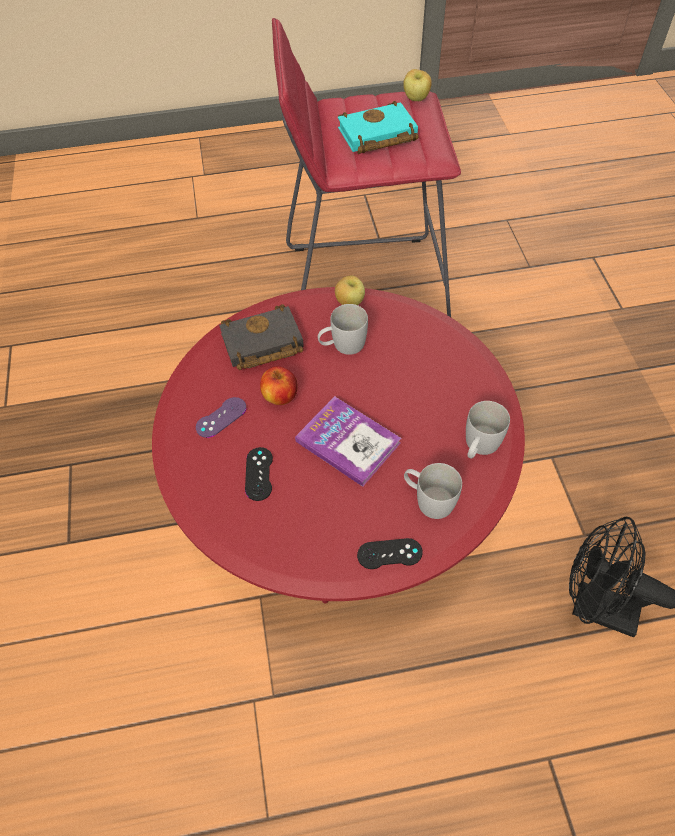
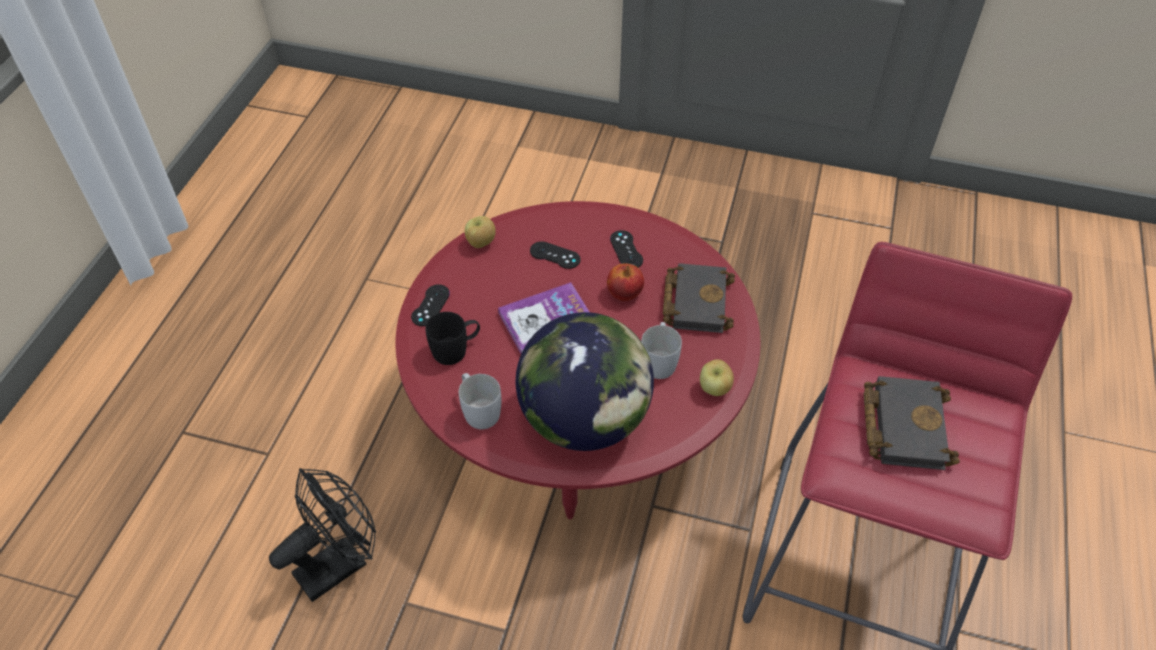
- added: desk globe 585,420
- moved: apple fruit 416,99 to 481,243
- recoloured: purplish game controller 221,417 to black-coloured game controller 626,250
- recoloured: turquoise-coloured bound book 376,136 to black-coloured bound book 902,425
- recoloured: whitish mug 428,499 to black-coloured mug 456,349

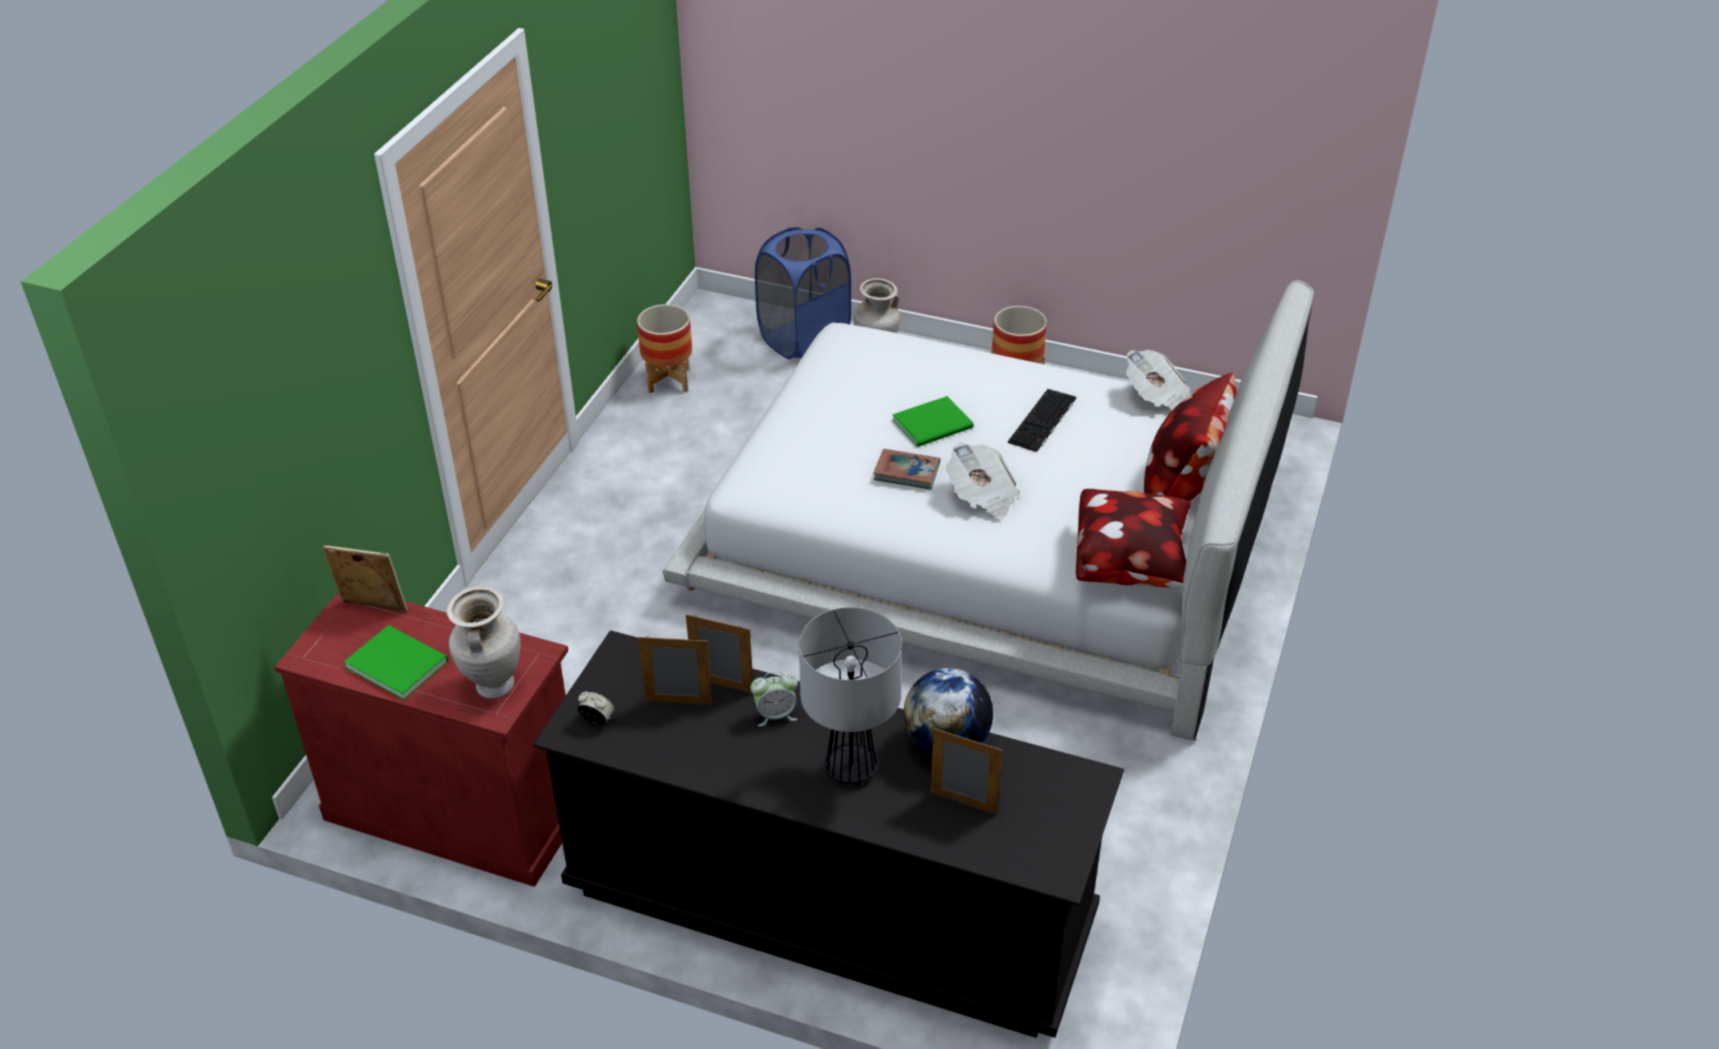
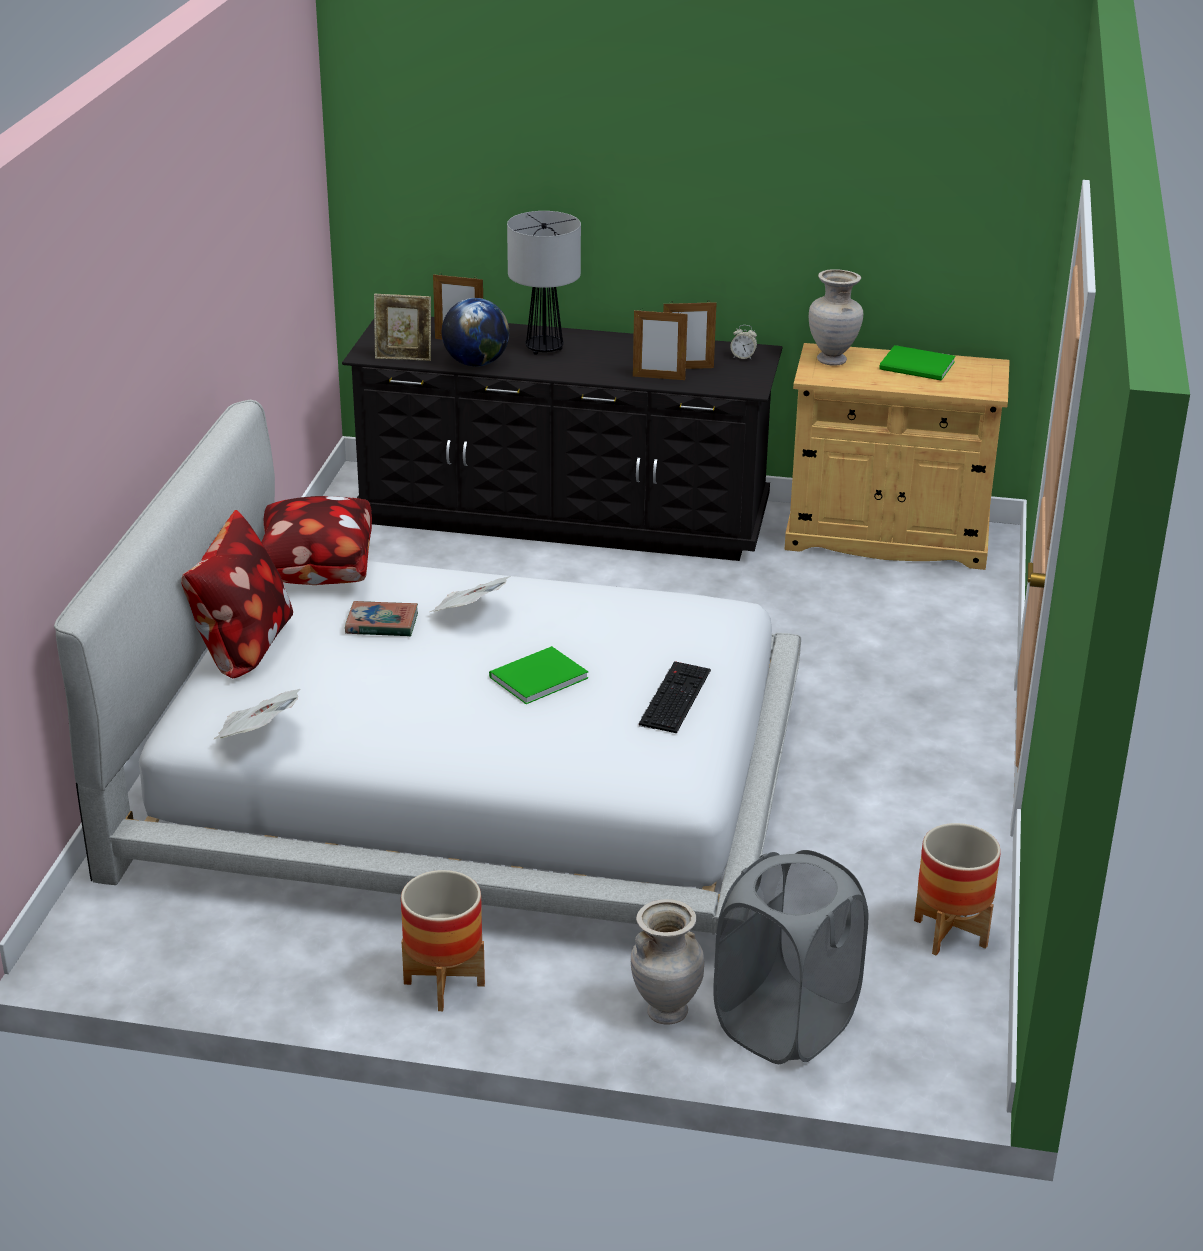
- removed: alarm clock 775,715
- moved: picture frame 373,608 to 404,358
- moved: bound book 907,472 to 382,624
- moved: computer keyboard 1043,421 to 674,696
- recoloured: reddish storage cabinet 456,810 to beige storage cabinet 887,538
- recoloured: bluish hamper 804,339 to greyish hamper 785,1024

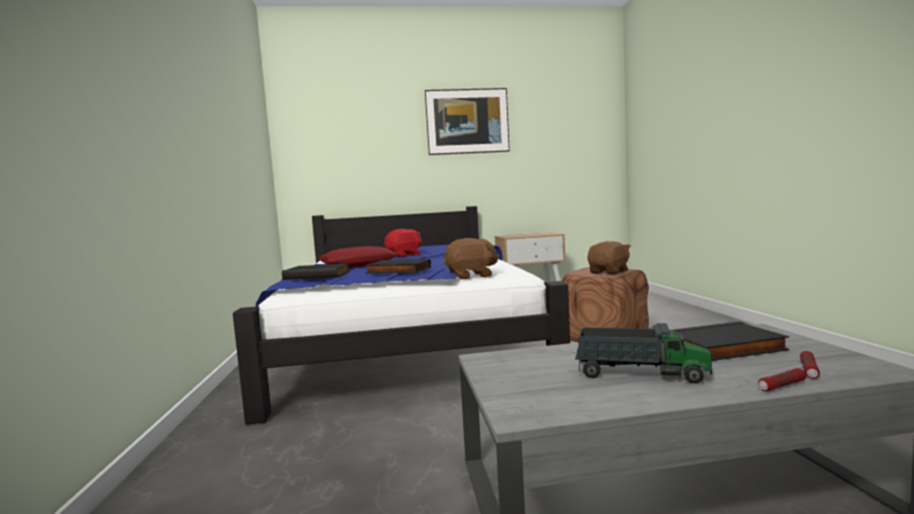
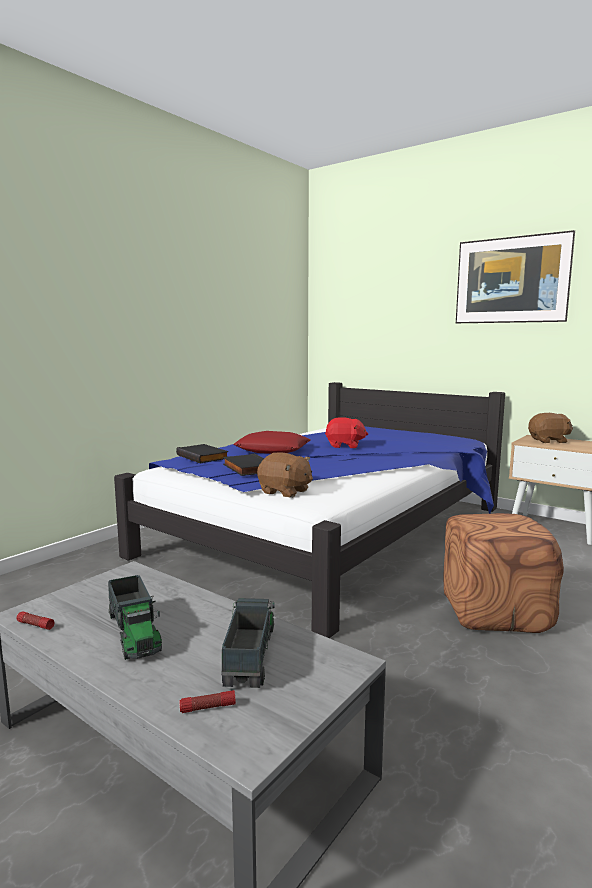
- moved: brownish soft toy 609,272 to 549,441
- moved: hand torch 781,386 to 35,625
- replaced: black-coloured bound book 725,348 to toy lorry 250,655

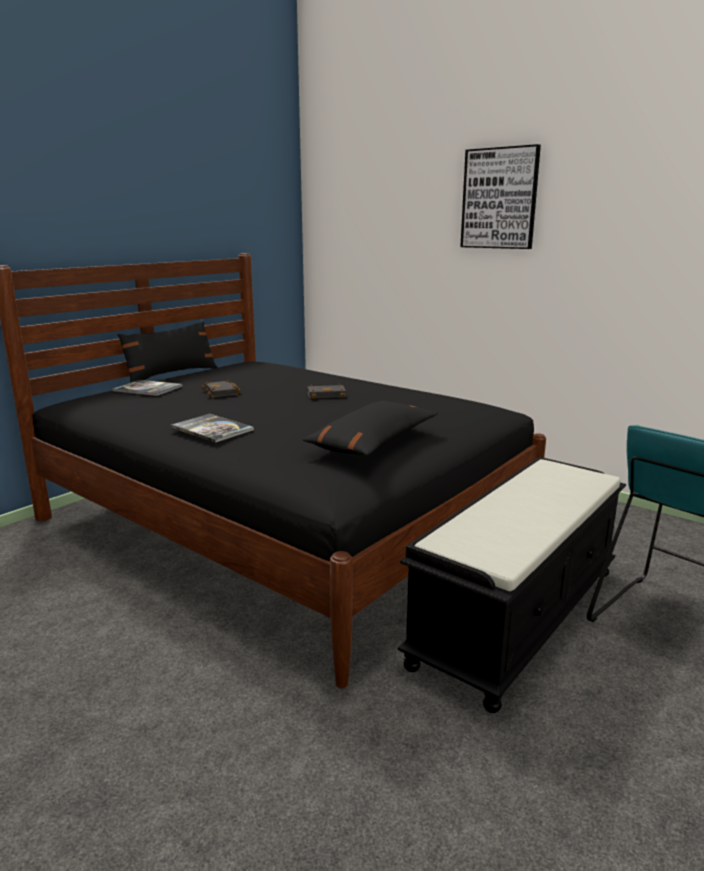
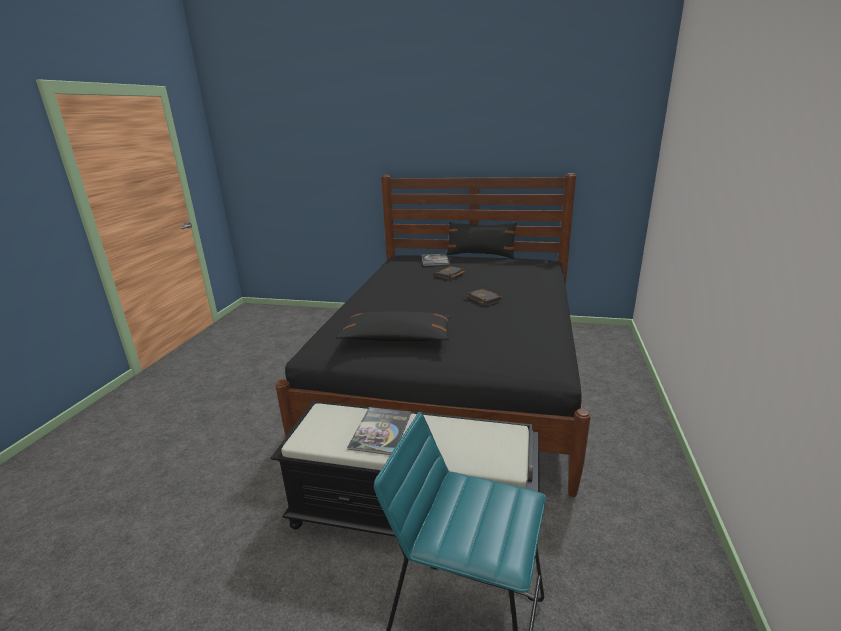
- removed: wall picture 499,198
- moved: bound book 212,429 to 380,431

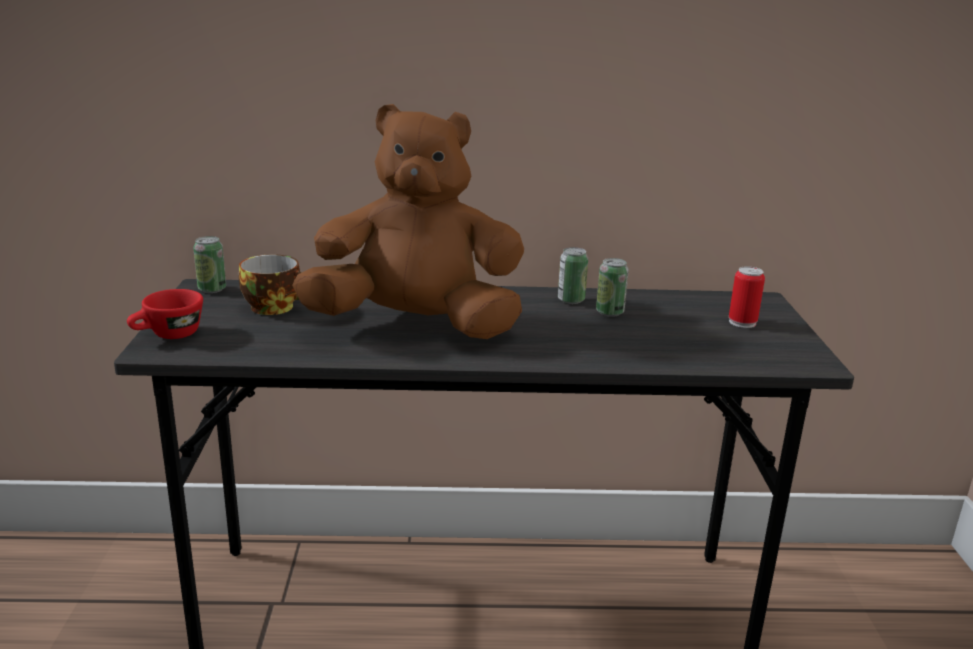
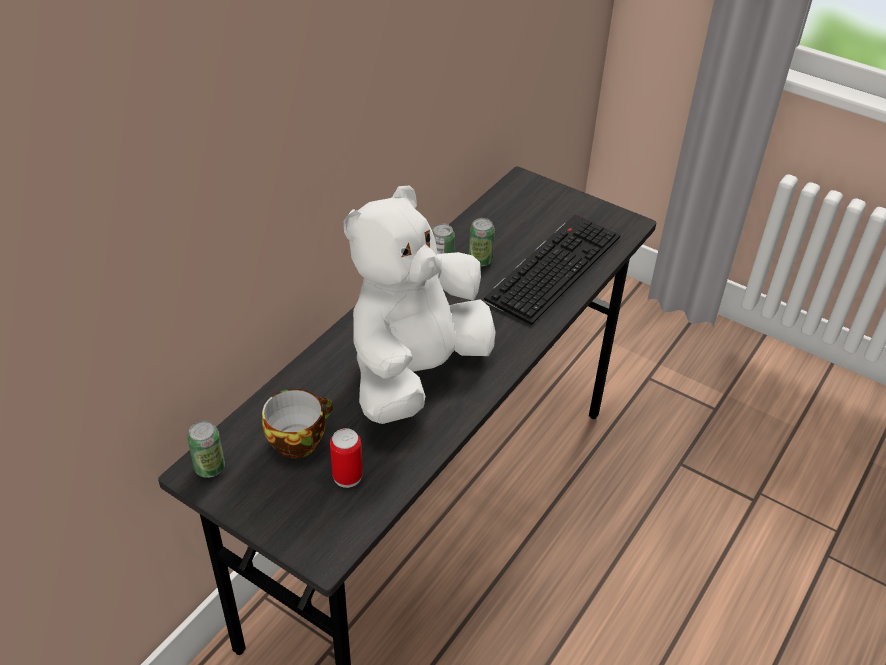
- removed: reddish small cup 168,335
- added: computer keyboard 553,266
- moved: sealed can 742,322 to 347,476
- recoloured: brownish soft toy 416,326 to whitish soft toy 416,371

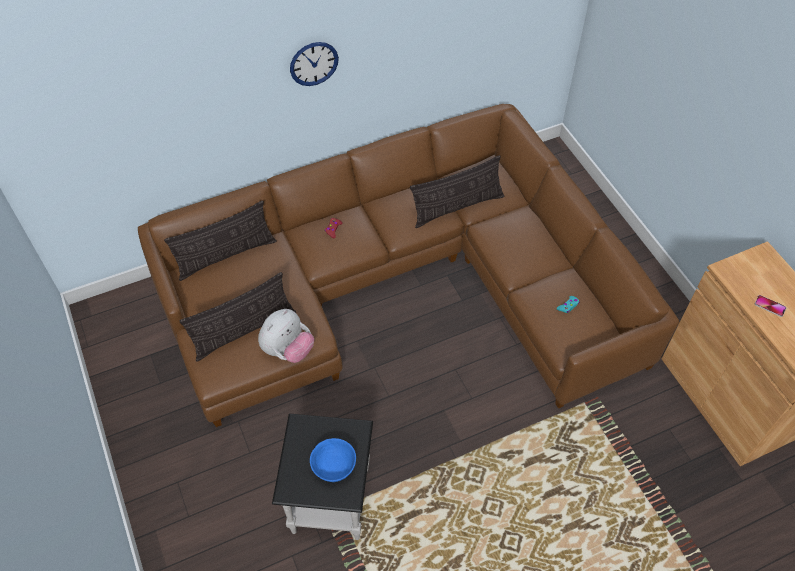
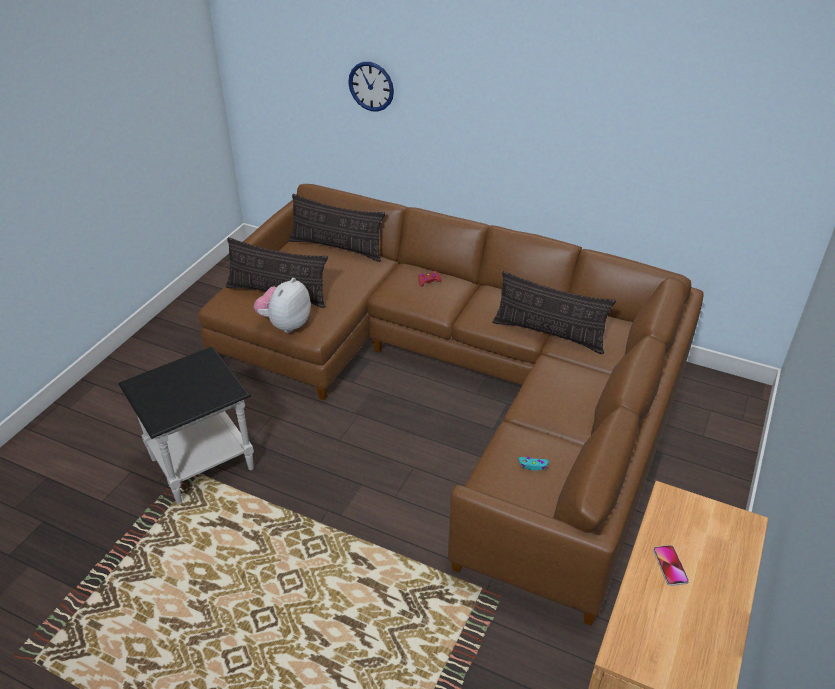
- removed: bluish serving bowl 334,467
- moved: hanging clock 314,63 to 371,86
- turned: soft toy 288,350 = 285,324 120 degrees clockwise

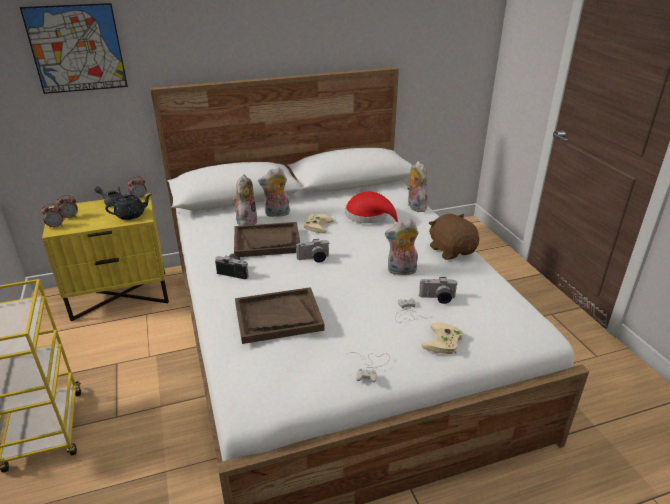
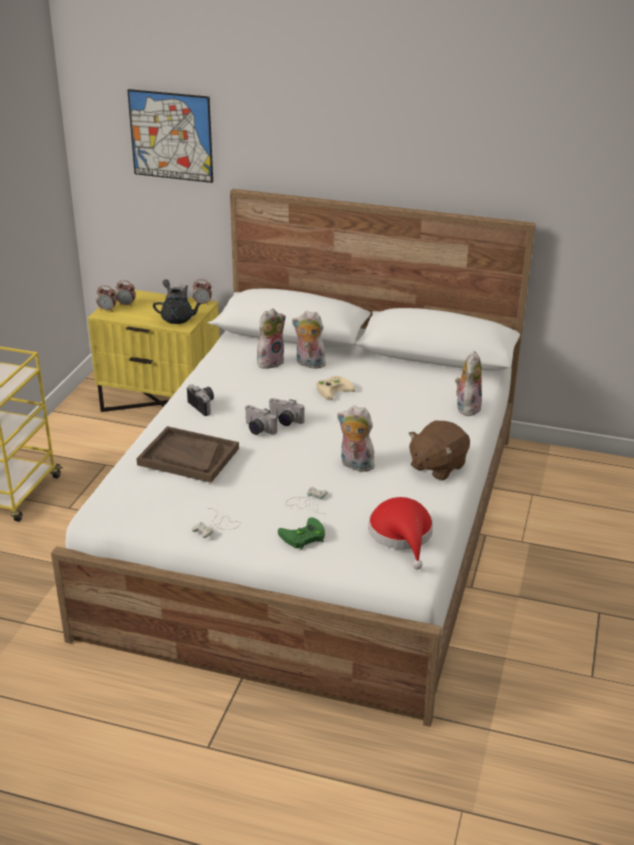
- removed: brownish serving tray 267,241
- moved: reddish hat 369,216 to 402,535
- moved: still camera 437,299 to 257,430
- recoloured: beige game controller 443,342 to green game controller 302,537
- turned: brownish soft toy 451,250 = 437,466 150 degrees counterclockwise

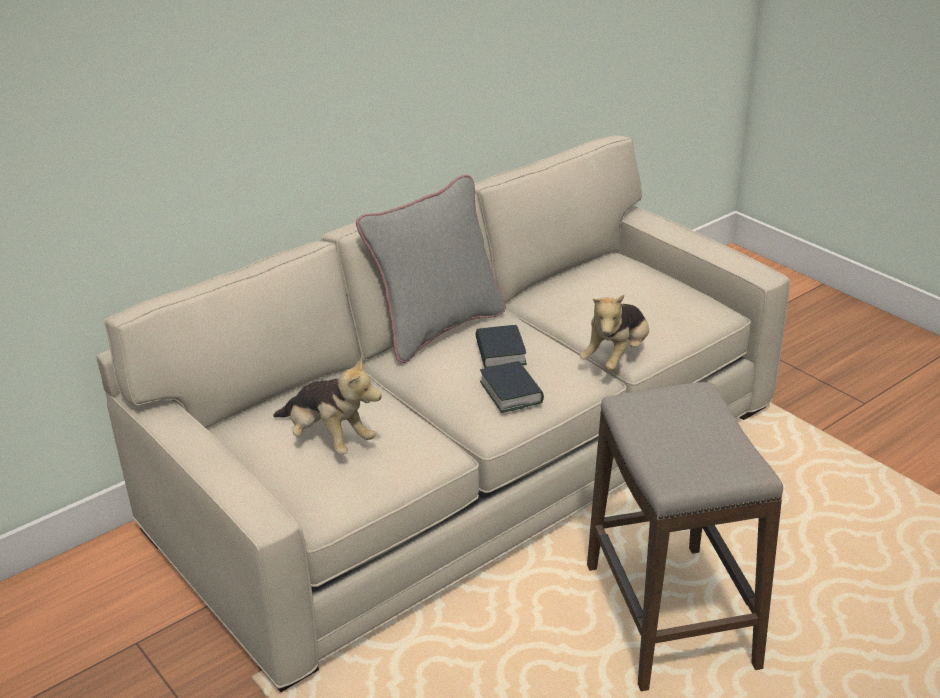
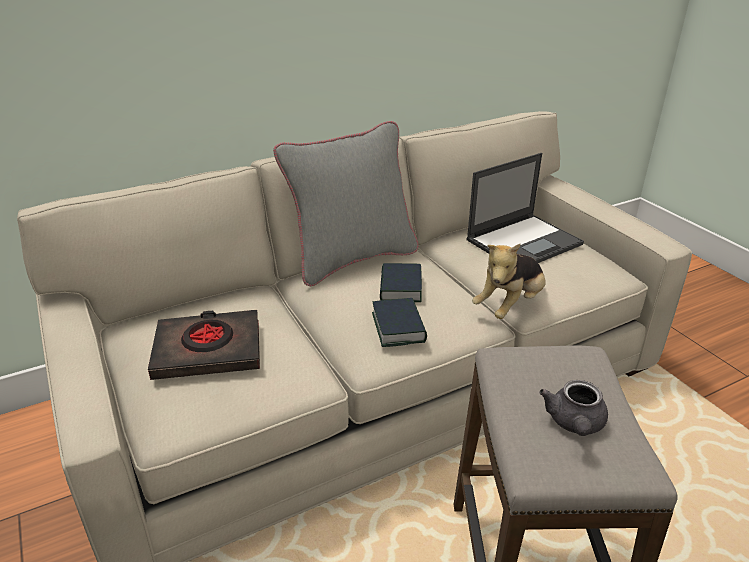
- added: notebook computer 524,241
- added: greyish teapot 574,424
- replaced: soft toy 328,439 to black-coloured bound book 208,351

